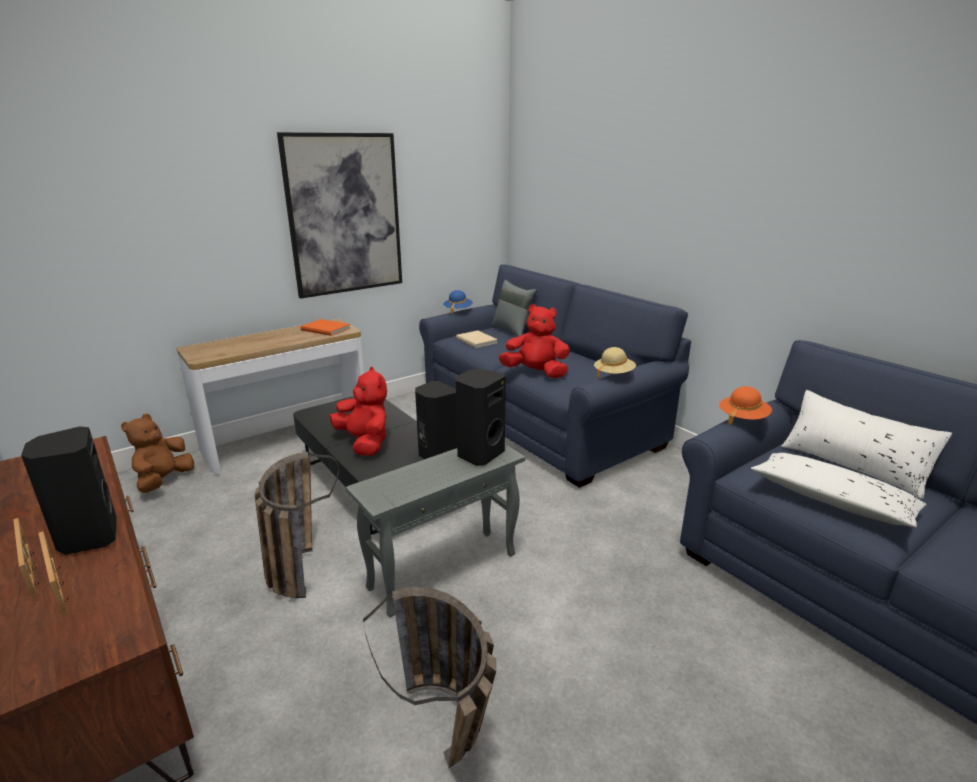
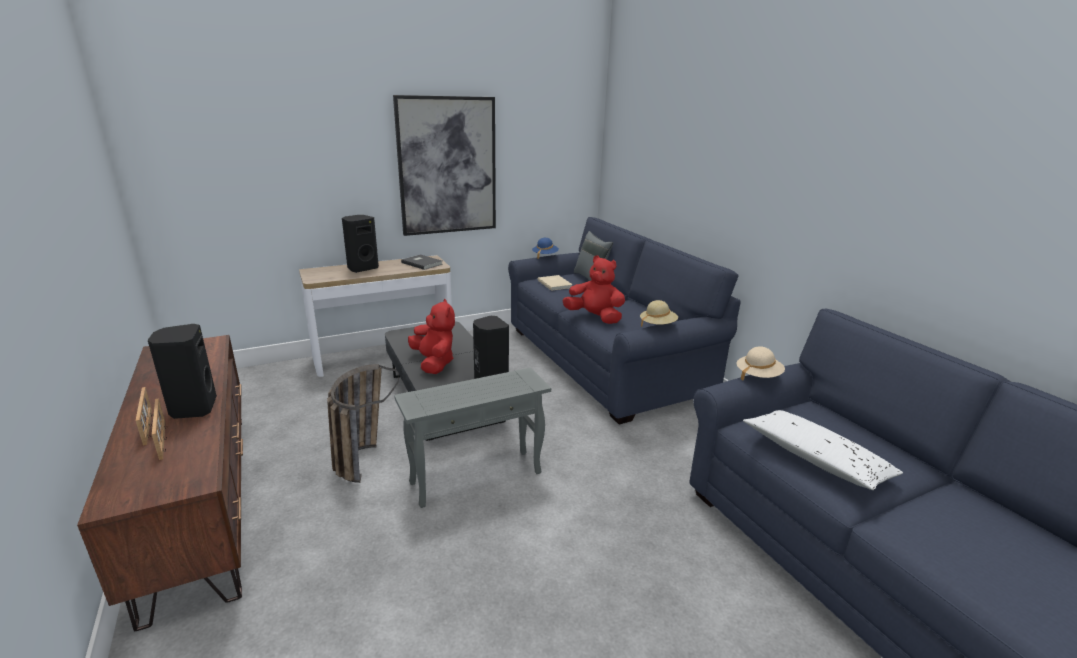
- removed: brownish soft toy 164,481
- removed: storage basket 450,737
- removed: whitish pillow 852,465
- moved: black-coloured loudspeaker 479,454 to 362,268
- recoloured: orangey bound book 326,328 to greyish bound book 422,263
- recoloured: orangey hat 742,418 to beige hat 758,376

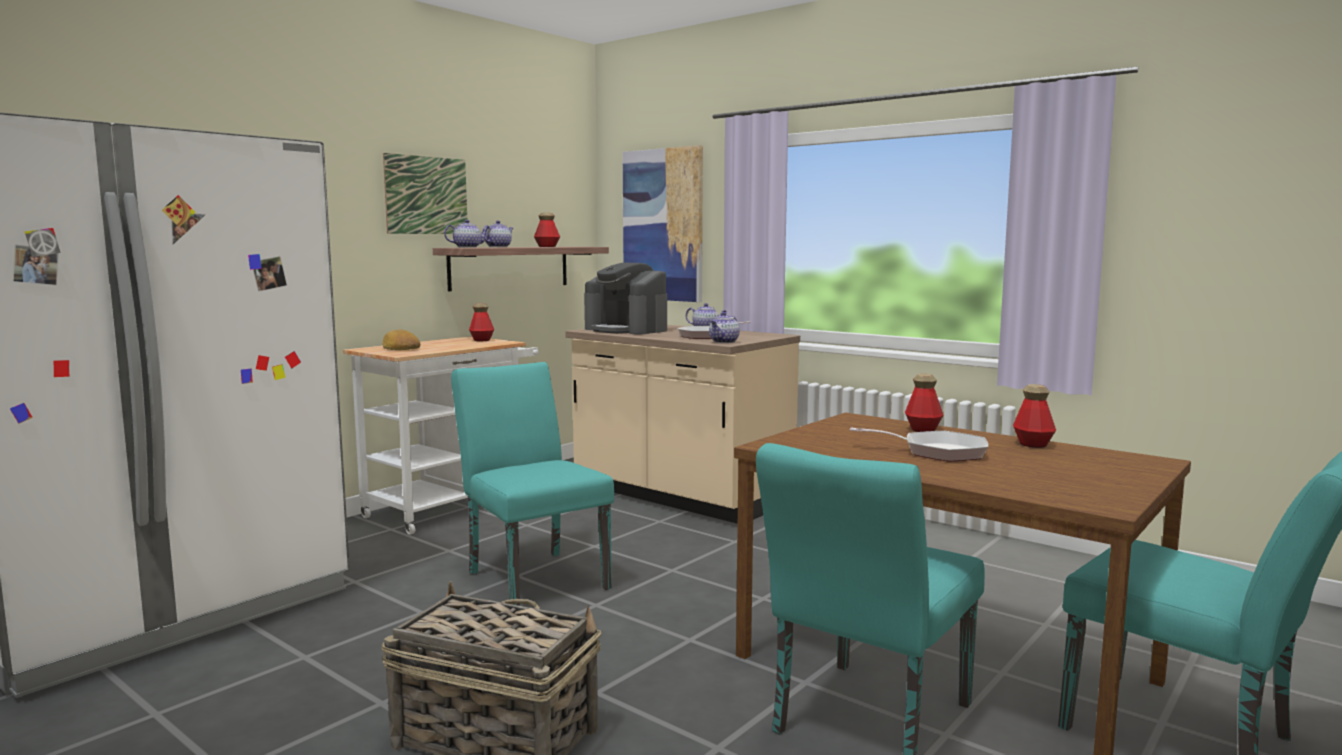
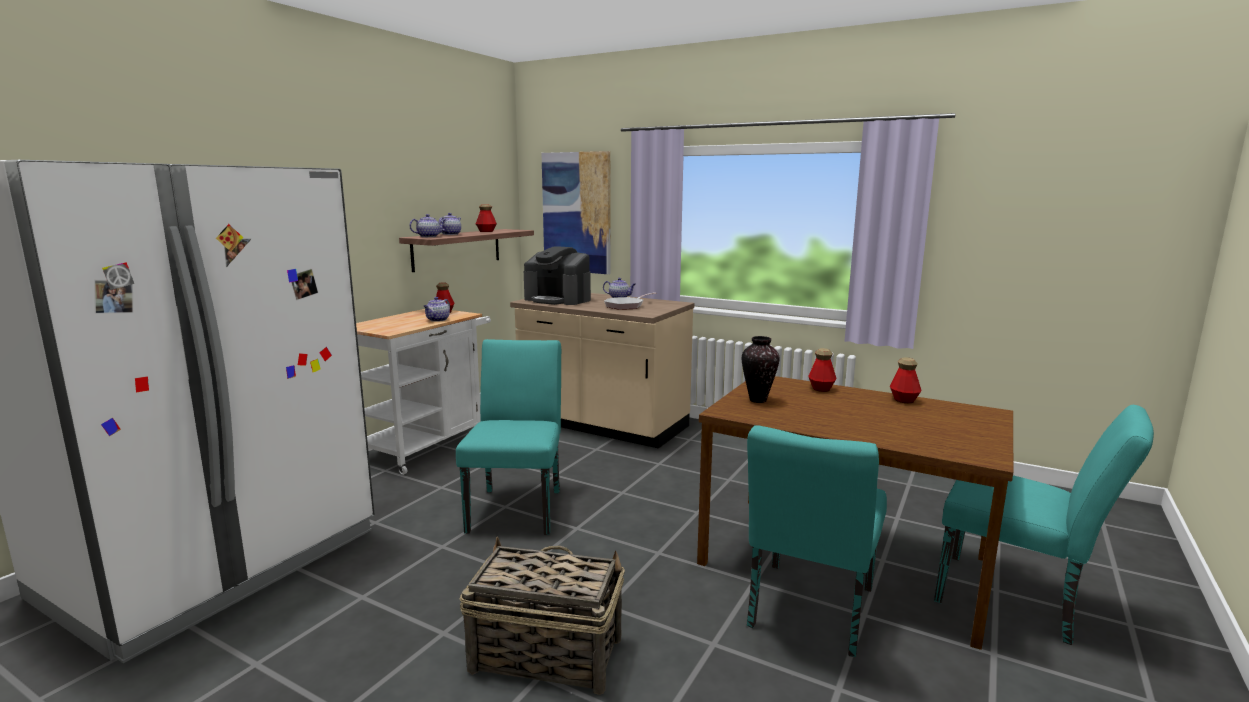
- removed: bakery bread 400,348
- removed: wall picture 426,195
- removed: frying pan 937,452
- added: vase 758,400
- moved: teapot 724,342 to 437,320
- turned: turquoise-coloured chair 533,576 = 518,506 45 degrees clockwise

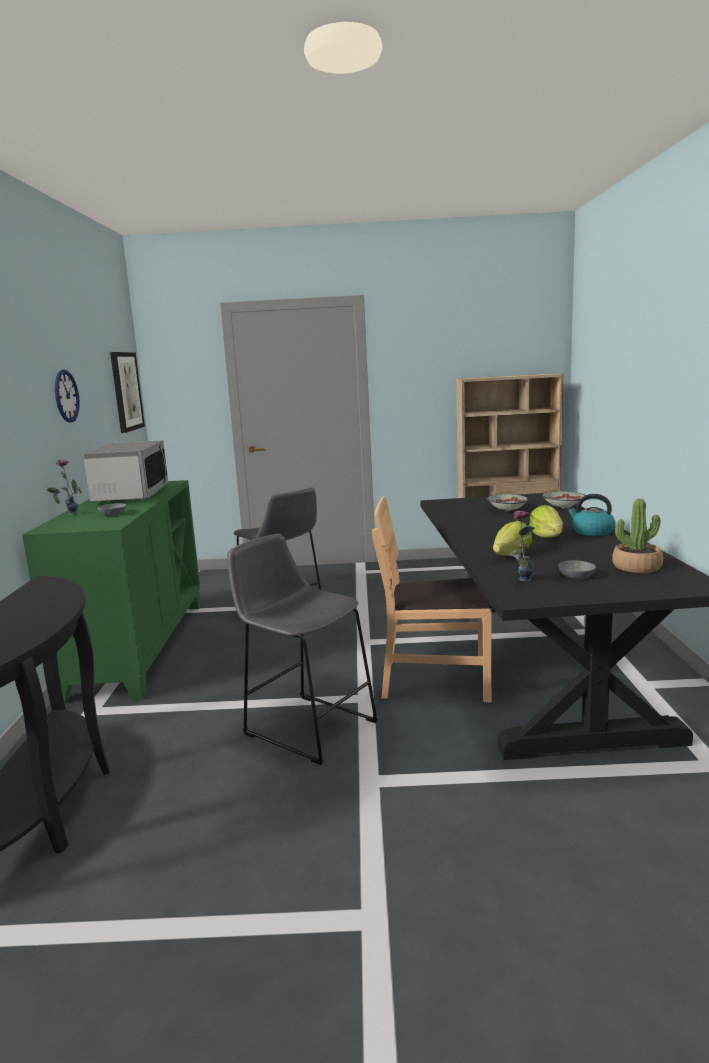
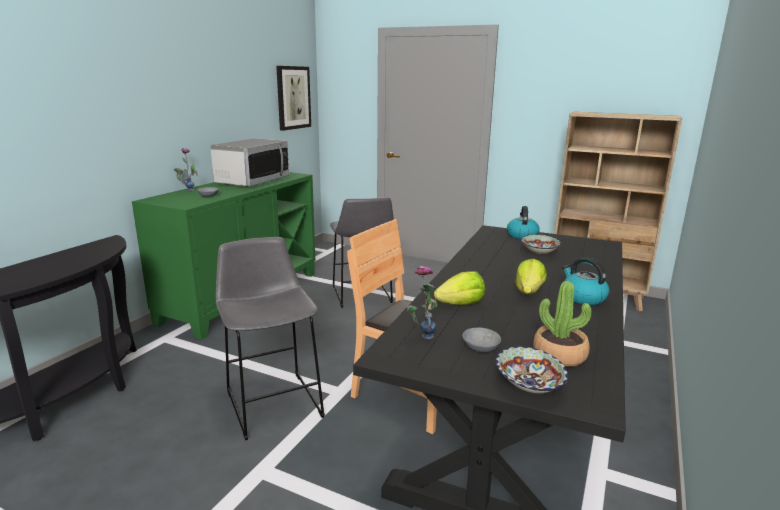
- removed: hanging clock 66,396
- added: water kettle 522,235
- moved: serving bowl 563,508 to 529,386

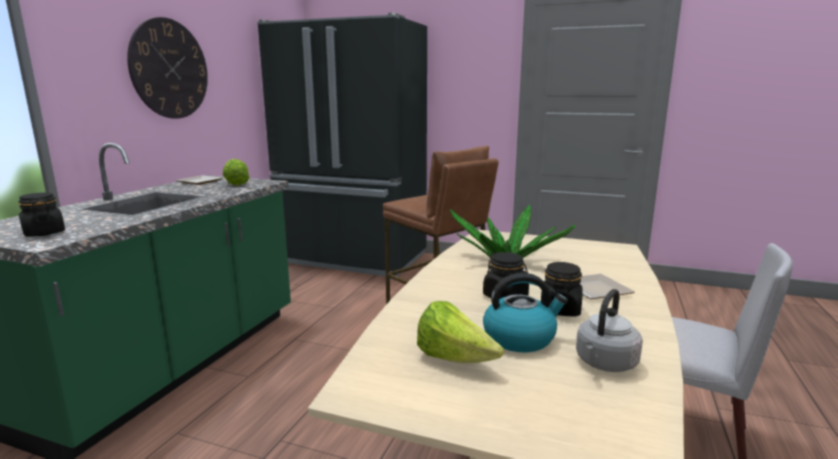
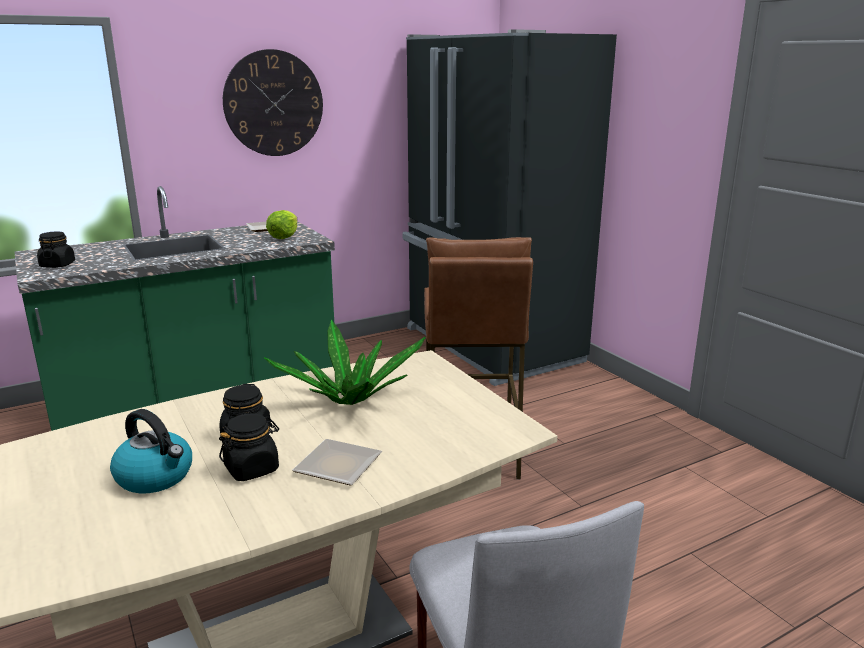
- removed: head of lettuce 454,359
- removed: greyish water kettle 604,364

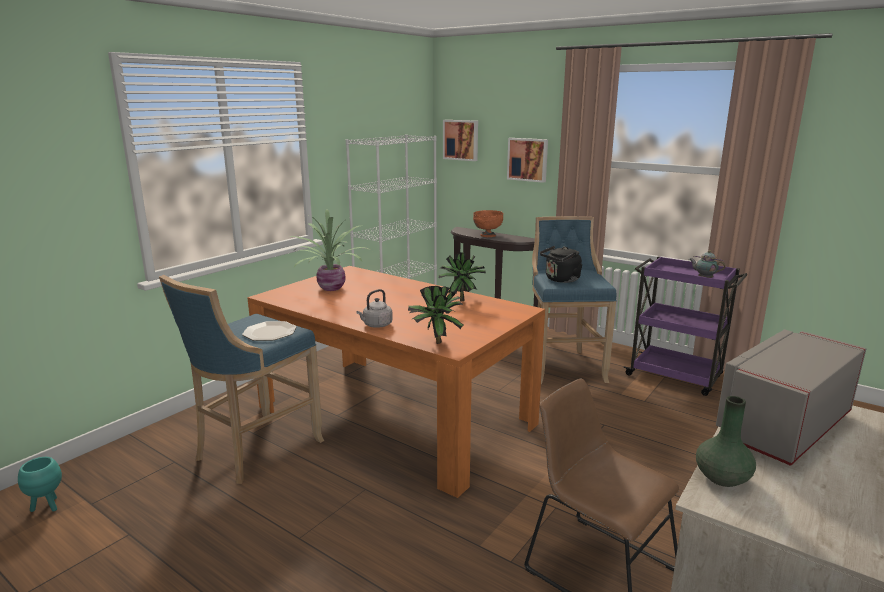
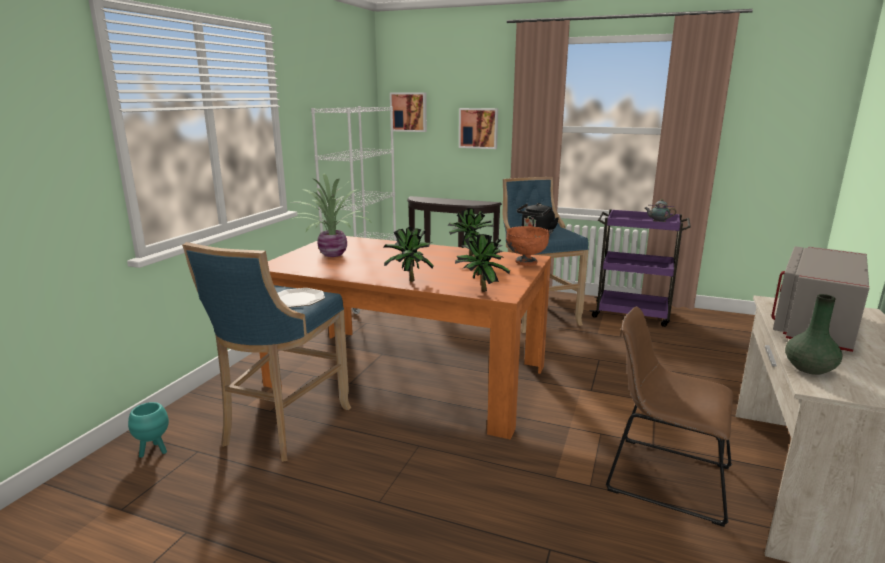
- moved: turquoise-coloured plant pot 47,506 to 154,451
- moved: orangey serving bowl 487,235 to 525,262
- replaced: greyish water kettle 376,325 to plant in a pot 409,282

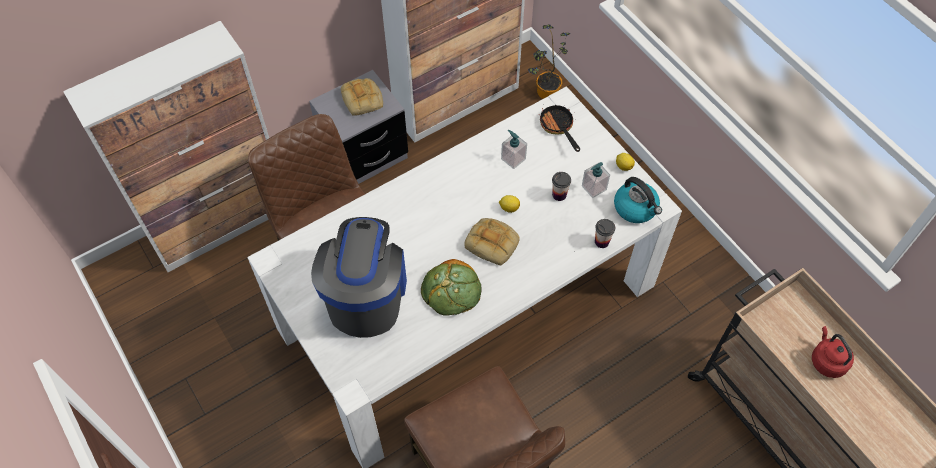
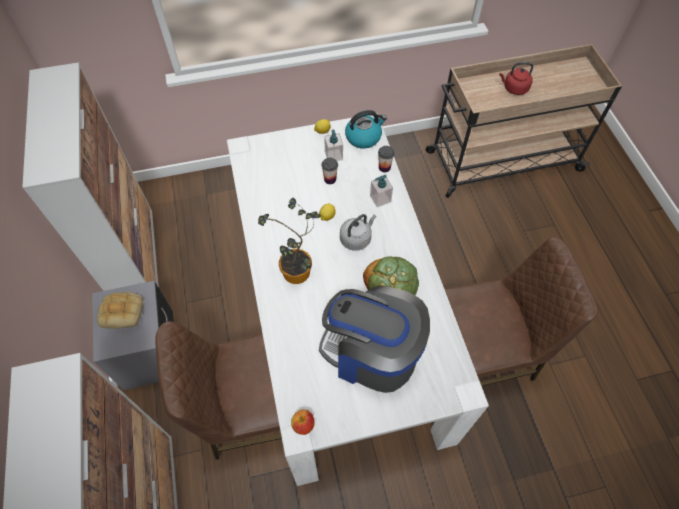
- removed: frying pan 558,127
- added: apple fruit 303,425
- moved: soap dispenser 513,159 to 380,199
- moved: plant in a pot 545,93 to 297,276
- replaced: bakery bread 493,243 to greyish water kettle 356,238

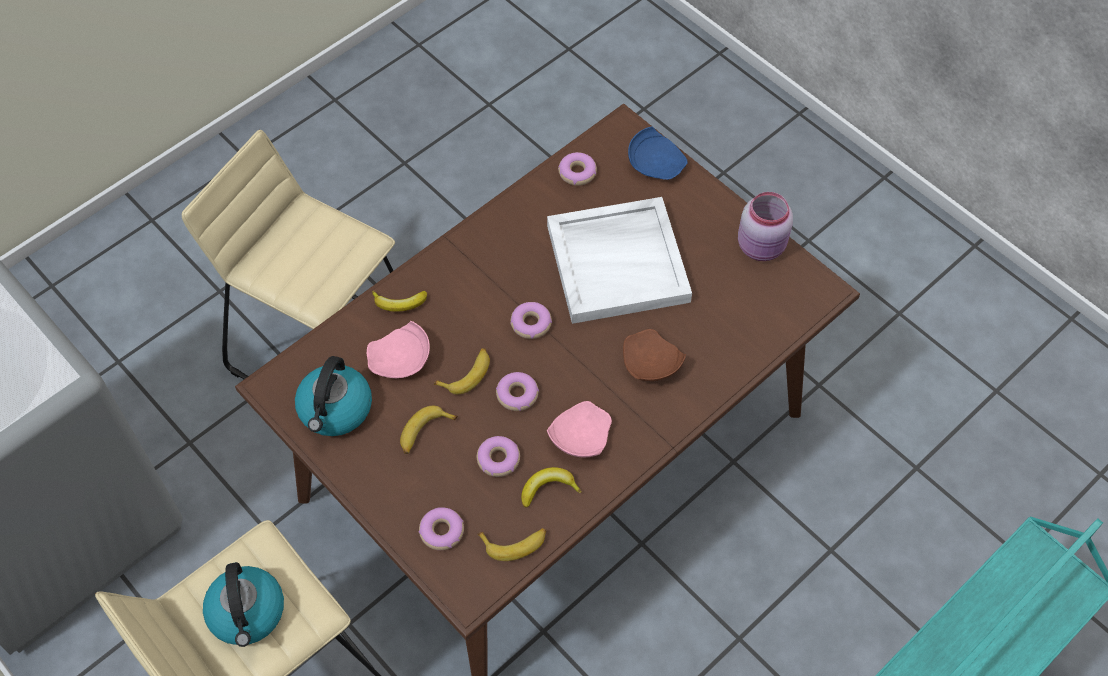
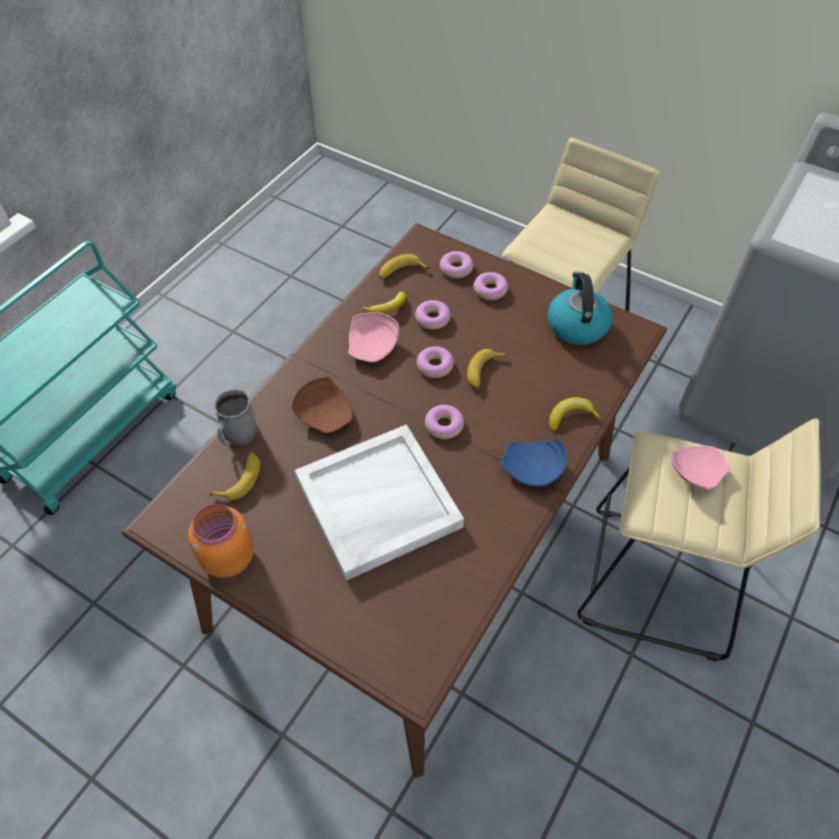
- removed: water kettle 248,613
- added: greyish mug 237,435
- moved: pinkish flat dish 401,360 to 694,472
- moved: banana 424,433 to 240,479
- moved: ring doughnut 577,173 to 490,290
- moved: bluish flat dish 656,163 to 533,470
- recoloured: pinkish storage jar 762,247 to orangey storage jar 227,557

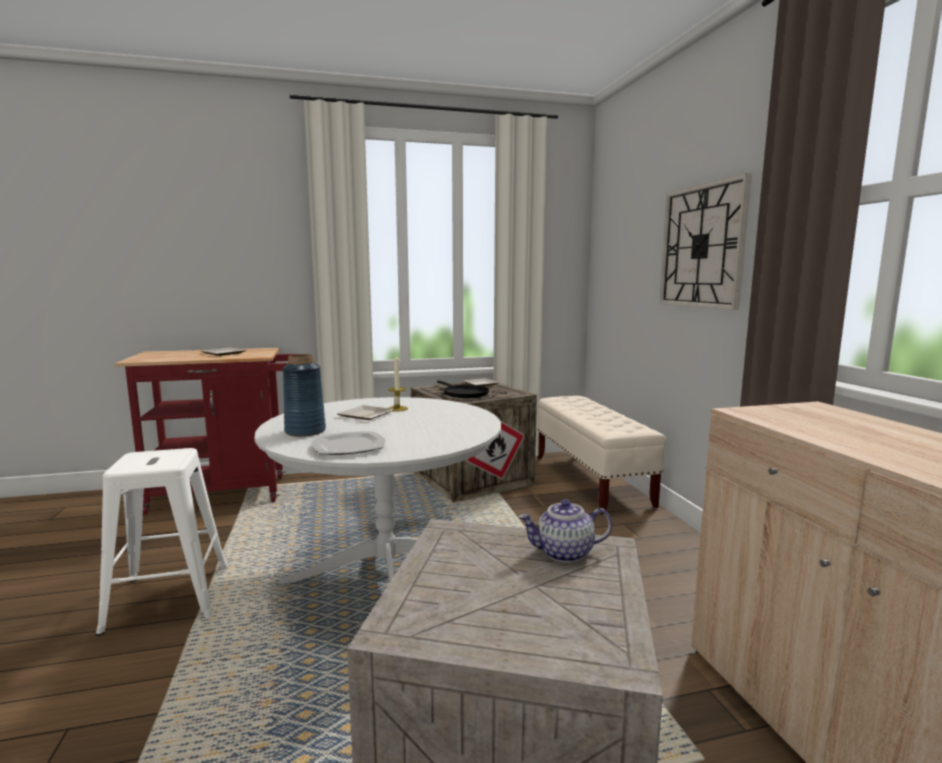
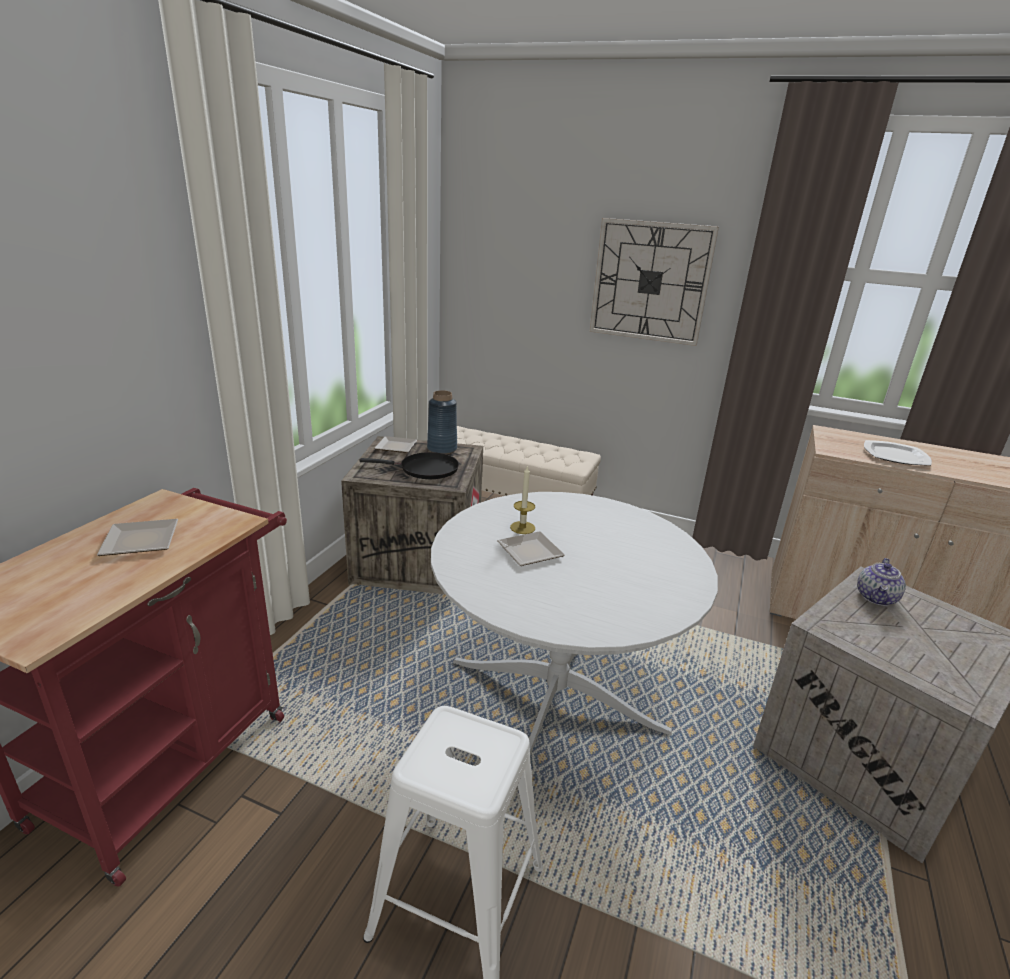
- moved: bluish vase 305,431 to 442,449
- moved: flat dish 348,446 to 895,456

